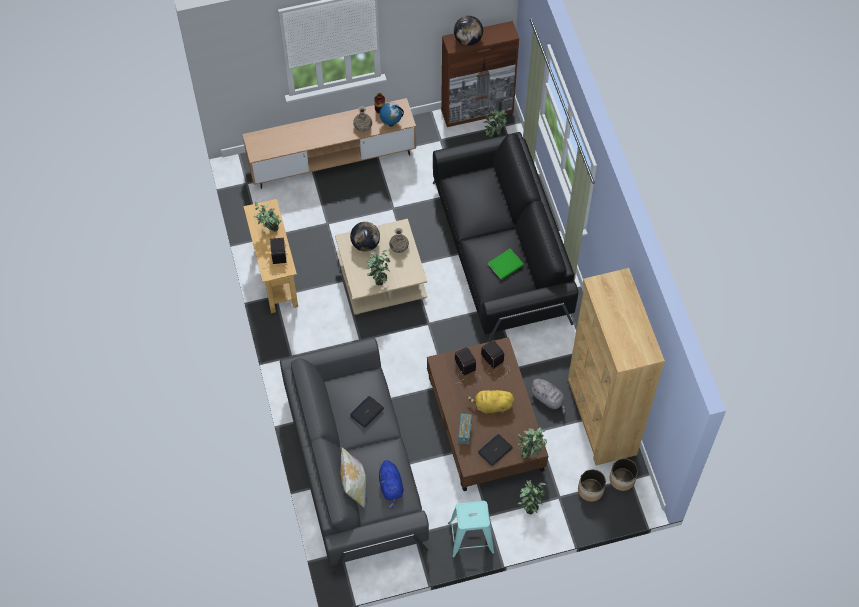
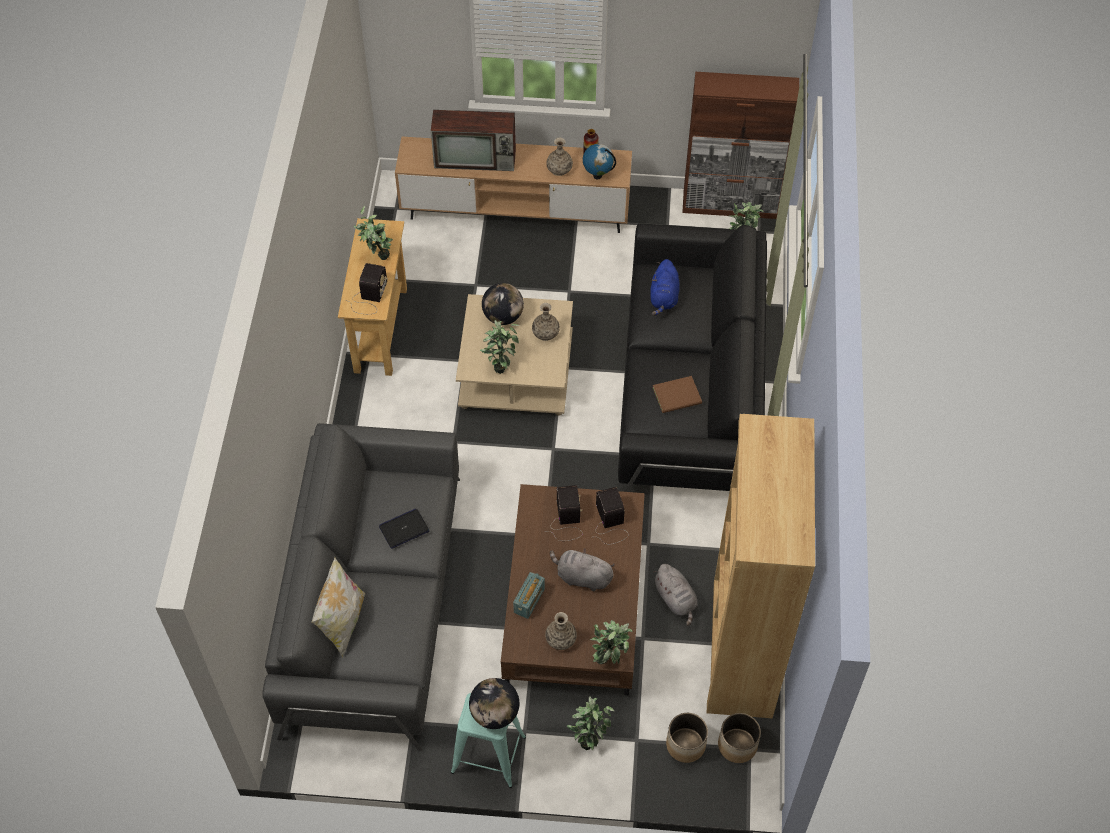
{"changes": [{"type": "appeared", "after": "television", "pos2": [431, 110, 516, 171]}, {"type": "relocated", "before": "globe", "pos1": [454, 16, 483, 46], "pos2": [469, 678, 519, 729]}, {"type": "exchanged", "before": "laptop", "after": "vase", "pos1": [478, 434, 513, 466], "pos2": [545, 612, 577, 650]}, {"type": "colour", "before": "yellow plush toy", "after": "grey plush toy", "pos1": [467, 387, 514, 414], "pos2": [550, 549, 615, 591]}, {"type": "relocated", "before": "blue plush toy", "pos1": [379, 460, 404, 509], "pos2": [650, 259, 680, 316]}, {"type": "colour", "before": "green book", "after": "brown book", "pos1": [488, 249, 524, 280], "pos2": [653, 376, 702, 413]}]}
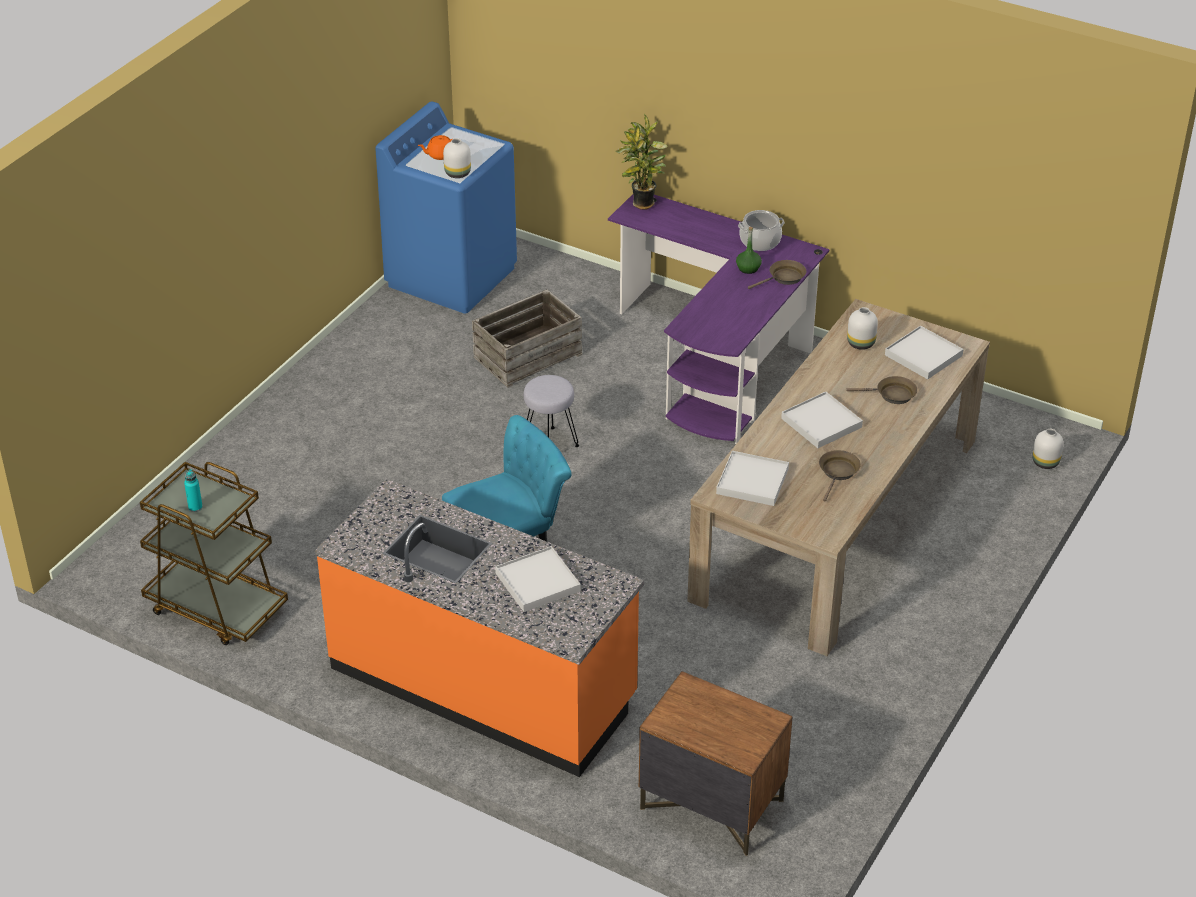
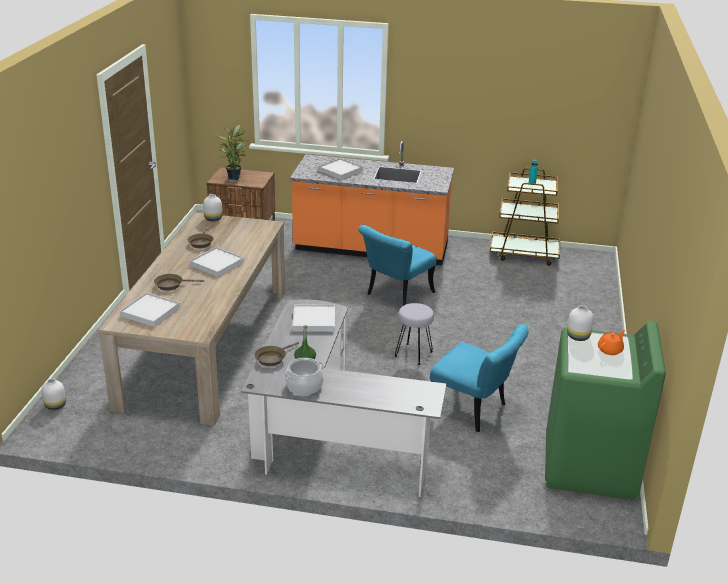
{"changes": [{"type": "relocated", "before": "white vase", "pos1": [847, 307, 878, 350], "pos2": [203, 194, 222, 221]}, {"type": "relocated", "before": "potted plant", "pos1": [616, 114, 667, 209], "pos2": [217, 125, 248, 182]}, {"type": "colour", "before": "purple desk", "after": "grey desk", "pos1": [608, 194, 830, 444], "pos2": [241, 300, 447, 497]}, {"type": "relocated", "before": "white tray", "pos1": [716, 451, 789, 506], "pos2": [293, 304, 335, 332]}, {"type": "exchanged", "before": "crate", "after": "turquoise chair", "pos1": [472, 289, 583, 388], "pos2": [430, 324, 529, 432]}, {"type": "colour", "before": "blue washing machine", "after": "green washing machine", "pos1": [375, 102, 517, 314], "pos2": [545, 321, 666, 500]}]}
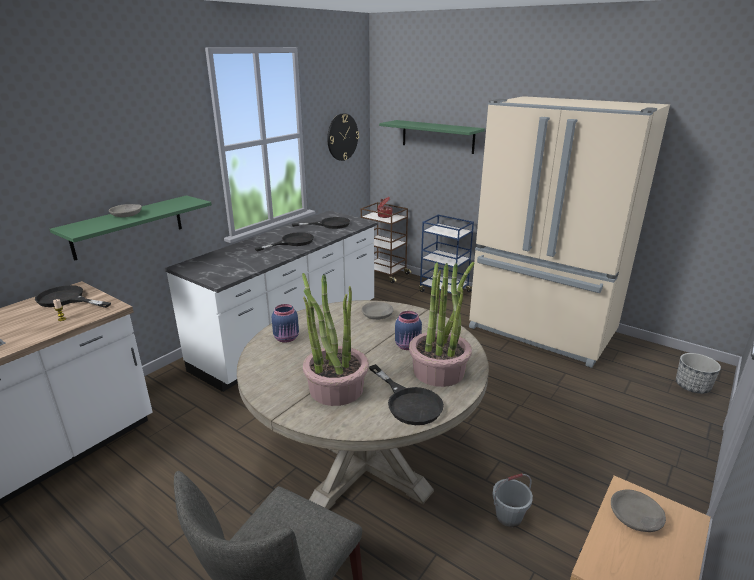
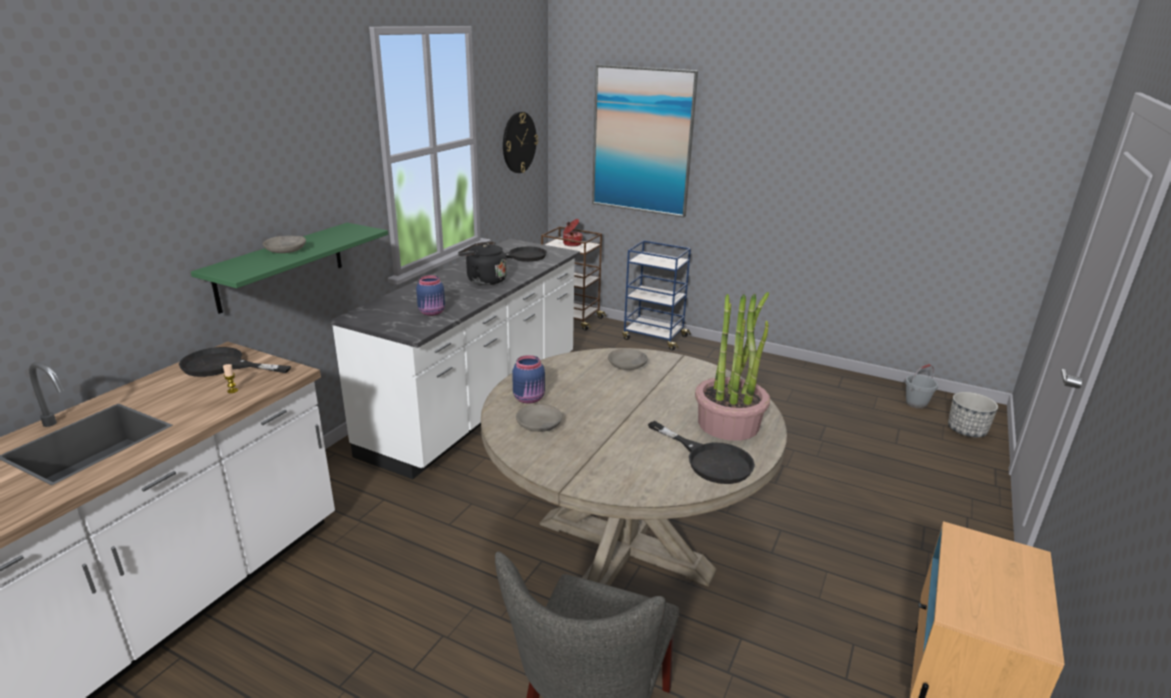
{"changes": [{"type": "relocated", "before": "blue jar", "pos1": [395, 311, 422, 350], "pos2": [416, 275, 445, 316]}, {"type": "exchanged", "before": "black frying pan", "after": "black kettle", "pos1": [254, 232, 314, 251], "pos2": [458, 241, 507, 285]}, {"type": "relocated", "before": "grey bowl", "pos1": [611, 489, 666, 532], "pos2": [516, 404, 562, 432]}, {"type": "exchanged", "before": "green shelf", "after": "picture", "pos1": [379, 120, 485, 154], "pos2": [592, 65, 698, 217]}, {"type": "relocated", "before": "grey bucket", "pos1": [492, 473, 533, 527], "pos2": [905, 364, 938, 409]}, {"type": "missing", "before": "potted plant", "pos1": [302, 273, 369, 406]}, {"type": "missing", "before": "beige fridge", "pos1": [469, 96, 670, 368]}]}
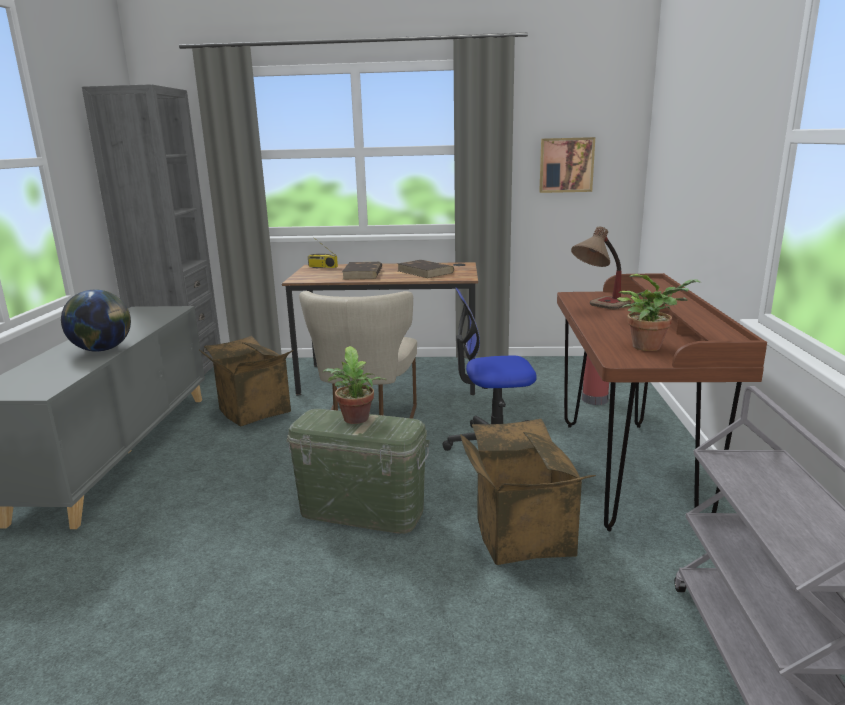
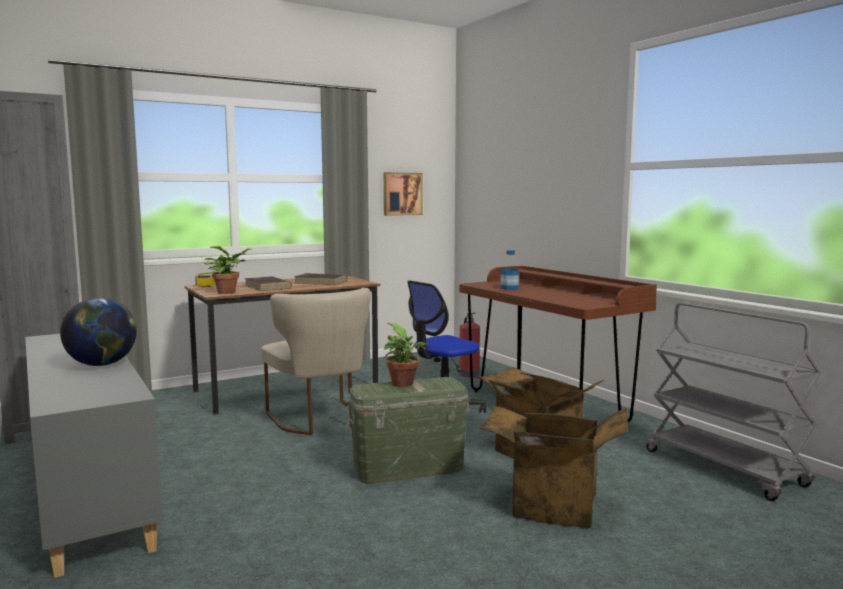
{"changes": [{"type": "relocated", "before": "potted plant", "pos1": [617, 274, 701, 351], "pos2": [204, 246, 252, 294]}, {"type": "relocated", "before": "cardboard box", "pos1": [199, 336, 294, 426], "pos2": [480, 406, 628, 528]}, {"type": "exchanged", "before": "table lamp", "after": "bottle", "pos1": [571, 227, 631, 310], "pos2": [500, 250, 519, 290]}]}
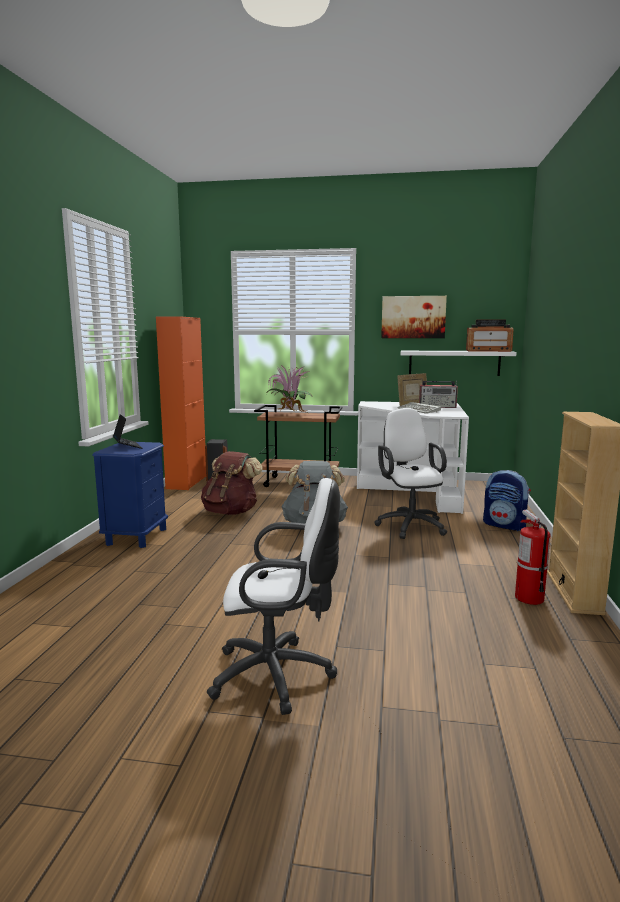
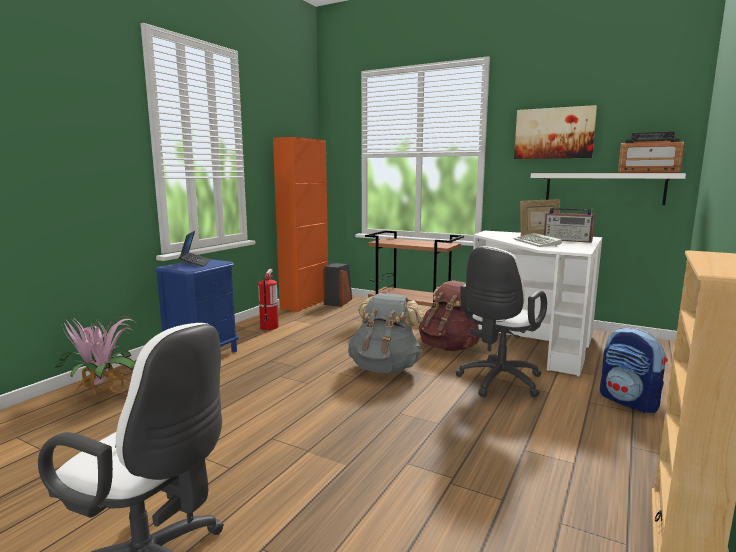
{"changes": [{"type": "relocated", "before": "potted plant", "pos1": [266, 365, 312, 413], "pos2": [55, 316, 135, 395]}, {"type": "relocated", "before": "fire extinguisher", "pos1": [515, 510, 550, 605], "pos2": [258, 269, 279, 330]}, {"type": "relocated", "before": "brown backpack", "pos1": [201, 451, 263, 515], "pos2": [419, 280, 480, 351]}, {"type": "spun", "before": "white office chair", "pos1": [375, 408, 447, 539], "pos2": [456, 246, 547, 397], "turn": -150}]}
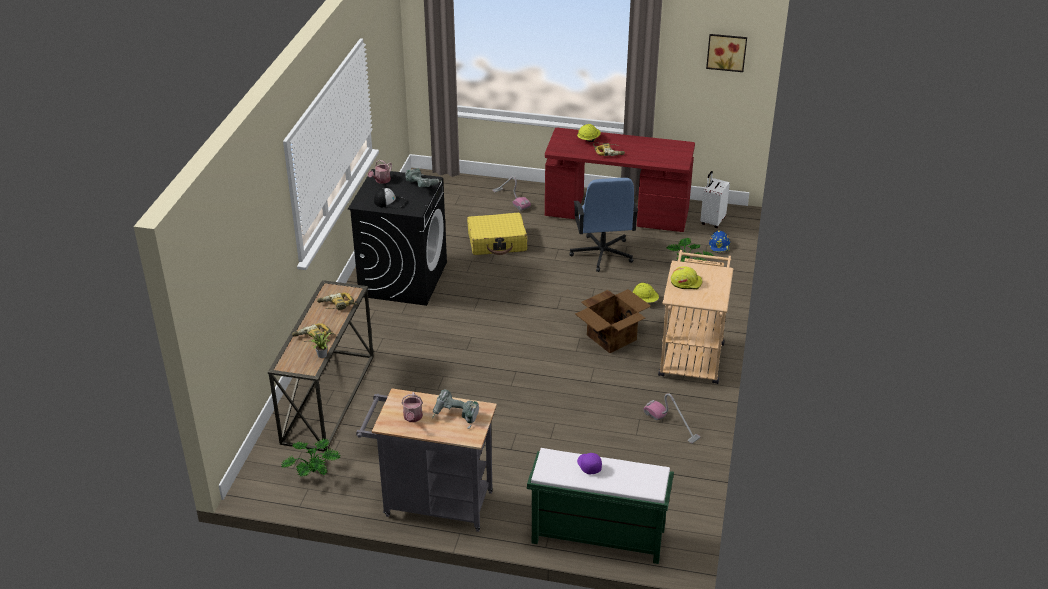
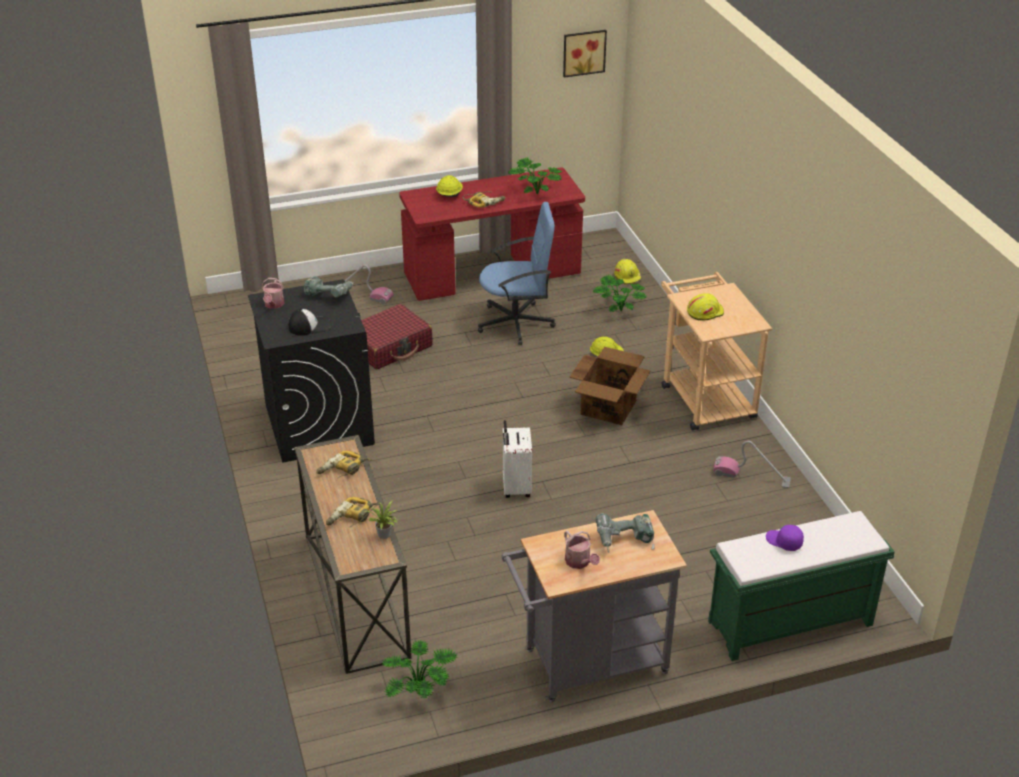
{"changes": [{"type": "colour", "before": "yellow suitcase", "after": "red suitcase", "pos1": [467, 213, 527, 255], "pos2": [361, 304, 433, 369]}, {"type": "spun", "before": "blue office chair", "pos1": [569, 178, 638, 272], "pos2": [478, 202, 556, 345], "turn": -60}, {"type": "relocated", "before": "white suitcase", "pos1": [700, 171, 730, 228], "pos2": [503, 420, 532, 498]}, {"type": "appeared", "after": "potted plant", "pos2": [508, 158, 562, 195]}, {"type": "colour", "before": "blue hard hat", "after": "yellow hard hat", "pos1": [709, 230, 730, 253], "pos2": [614, 259, 642, 285]}]}
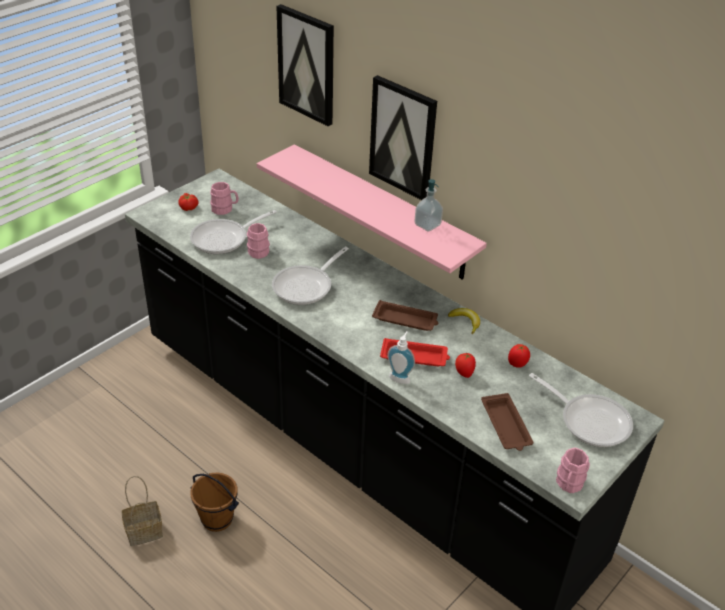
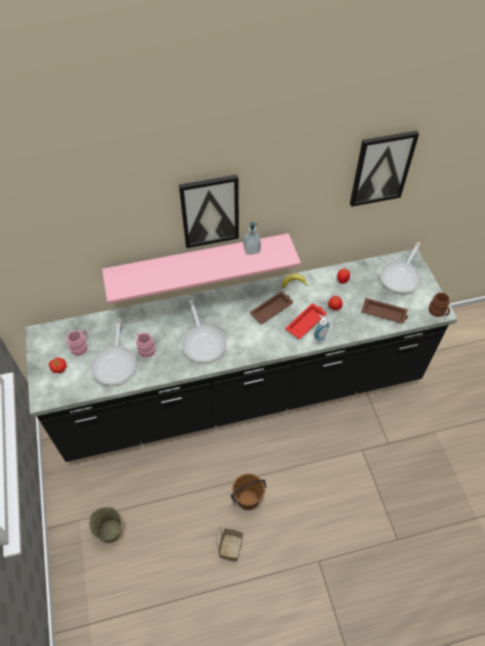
{"changes": [{"type": "appeared", "after": "beige bucket", "pos2": [89, 507, 122, 543]}, {"type": "relocated", "before": "picture", "pos1": [276, 4, 334, 126], "pos2": [350, 131, 419, 207]}, {"type": "spun", "before": "frying pan", "pos1": [529, 373, 633, 447], "pos2": [380, 242, 421, 293], "turn": 135}, {"type": "colour", "before": "pink mug", "after": "brown mug", "pos1": [556, 448, 590, 493], "pos2": [429, 293, 450, 317]}]}
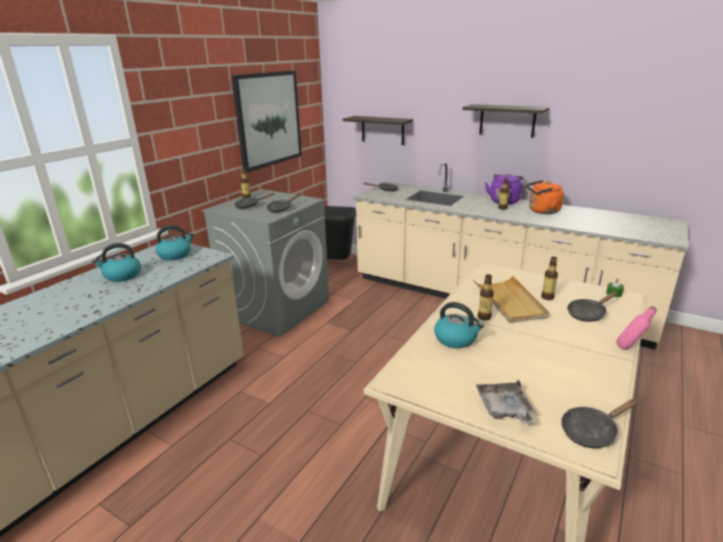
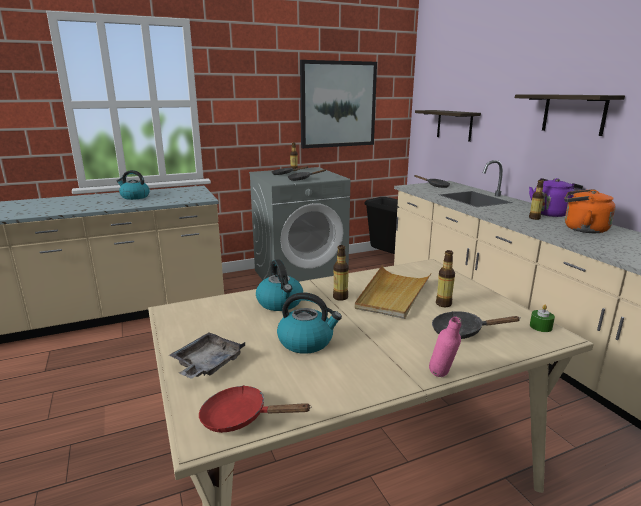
{"changes": [{"type": "colour", "before": "black frying pan", "after": "red frying pan", "pos1": [561, 399, 637, 448], "pos2": [199, 385, 312, 433]}, {"type": "relocated", "before": "kettle", "pos1": [156, 225, 194, 260], "pos2": [277, 292, 342, 354]}]}
